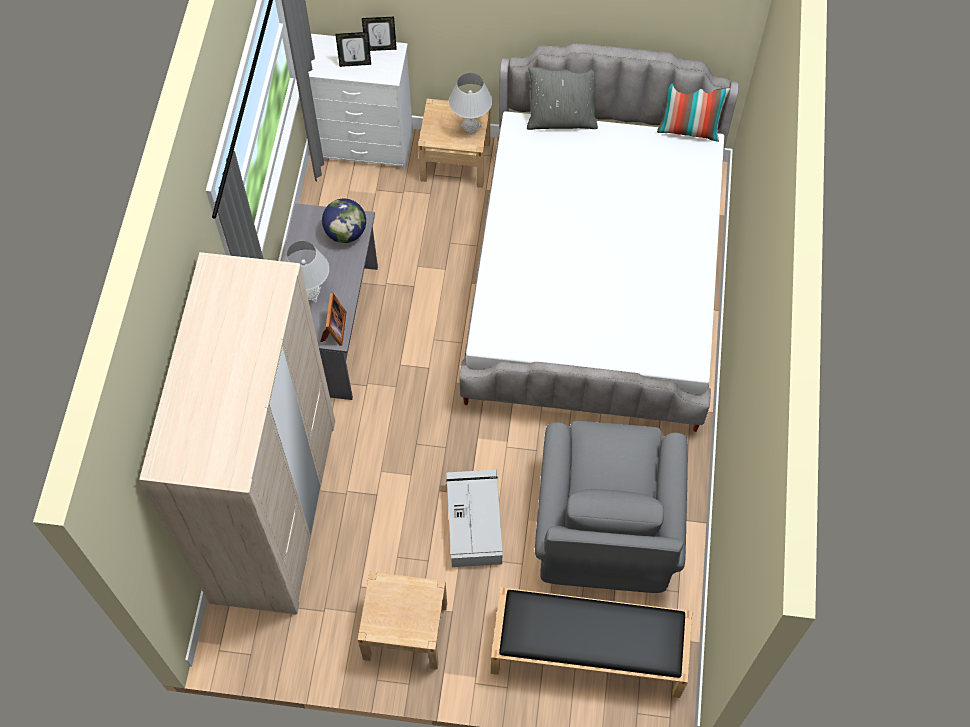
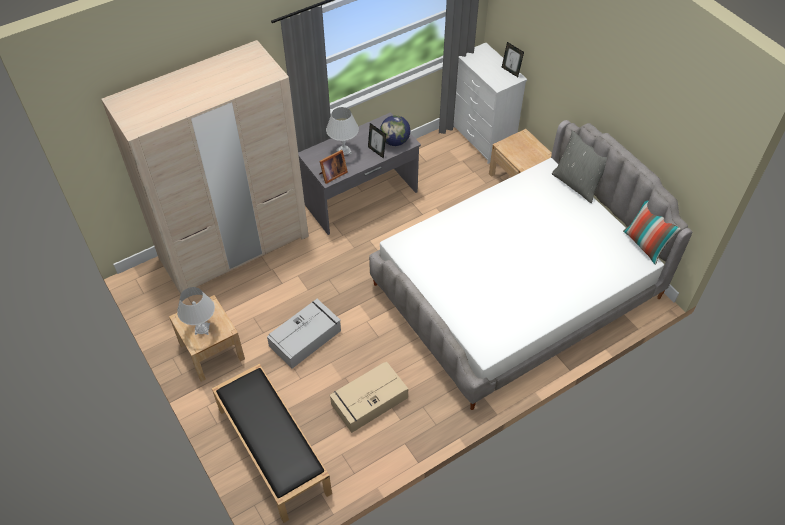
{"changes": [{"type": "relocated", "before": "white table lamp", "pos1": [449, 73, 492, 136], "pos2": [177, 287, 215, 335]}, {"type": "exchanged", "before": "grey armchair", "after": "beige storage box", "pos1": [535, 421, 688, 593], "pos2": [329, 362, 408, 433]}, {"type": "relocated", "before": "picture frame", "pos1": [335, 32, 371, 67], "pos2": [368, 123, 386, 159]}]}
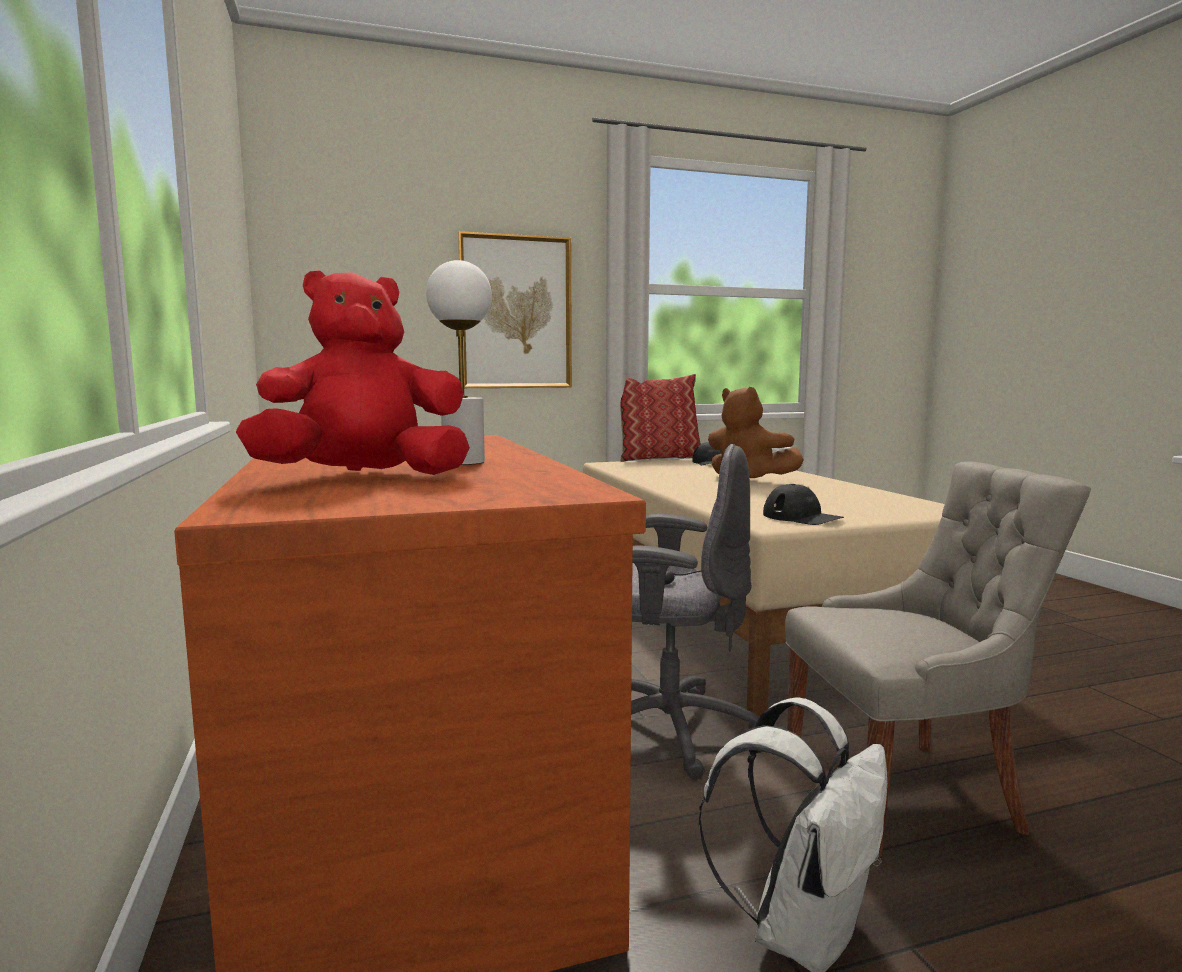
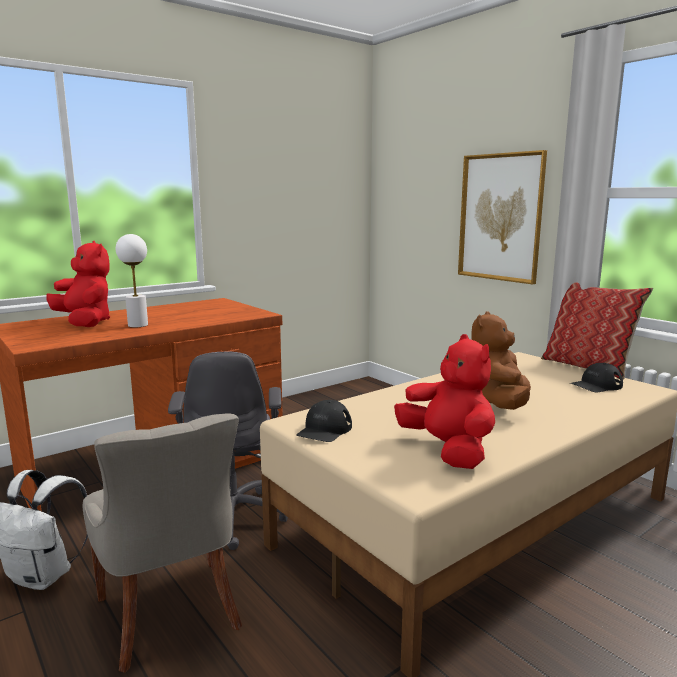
{"changes": [{"type": "appeared", "after": "red plush toy", "pos2": [394, 334, 495, 469]}]}
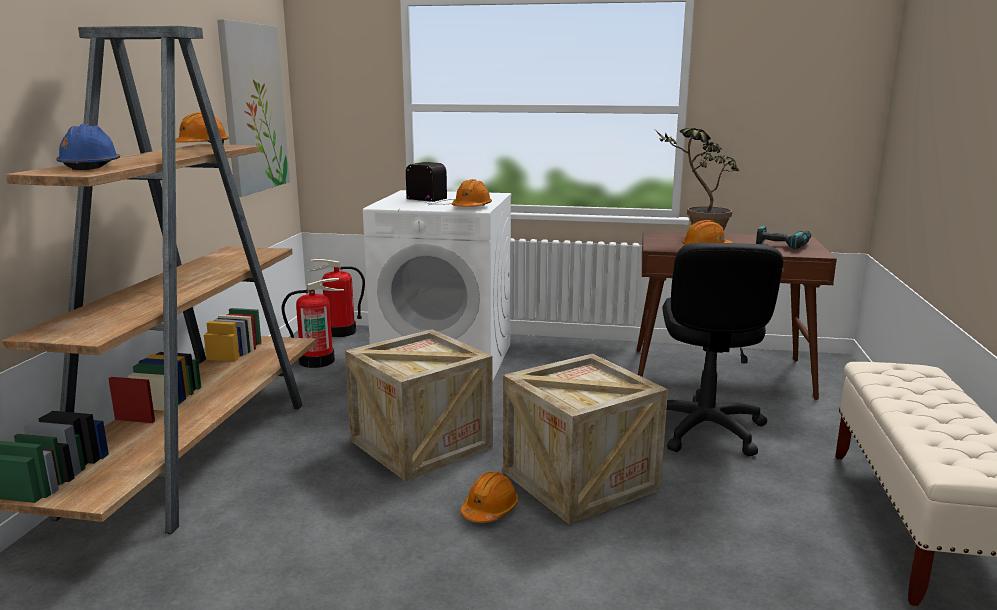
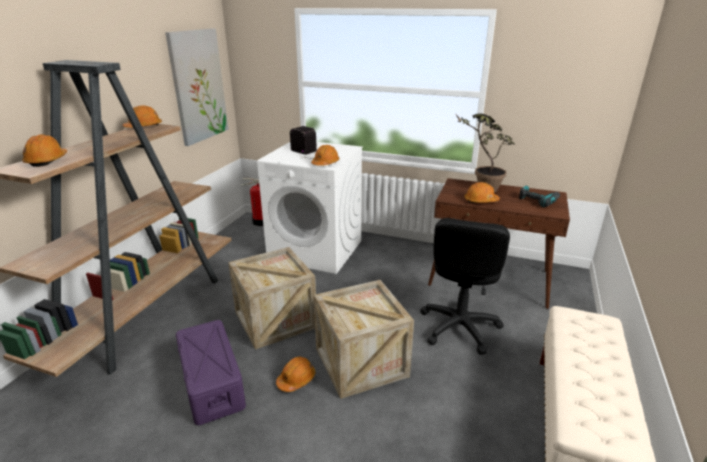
{"changes": [{"type": "colour", "before": "blue hard hat", "after": "orange hard hat", "pos1": [56, 123, 120, 170], "pos2": [22, 134, 67, 167]}, {"type": "appeared", "after": "purple storage box", "pos2": [176, 320, 246, 425]}, {"type": "missing", "before": "fire extinguisher", "pos1": [282, 278, 344, 368]}]}
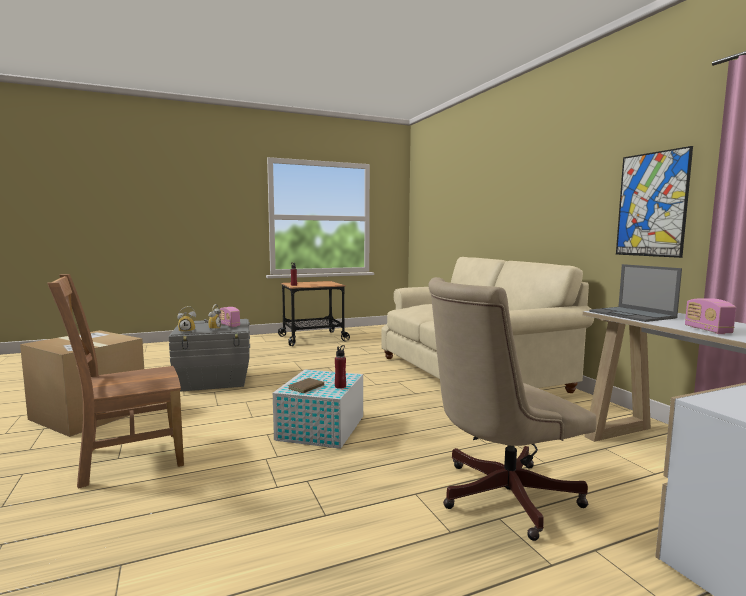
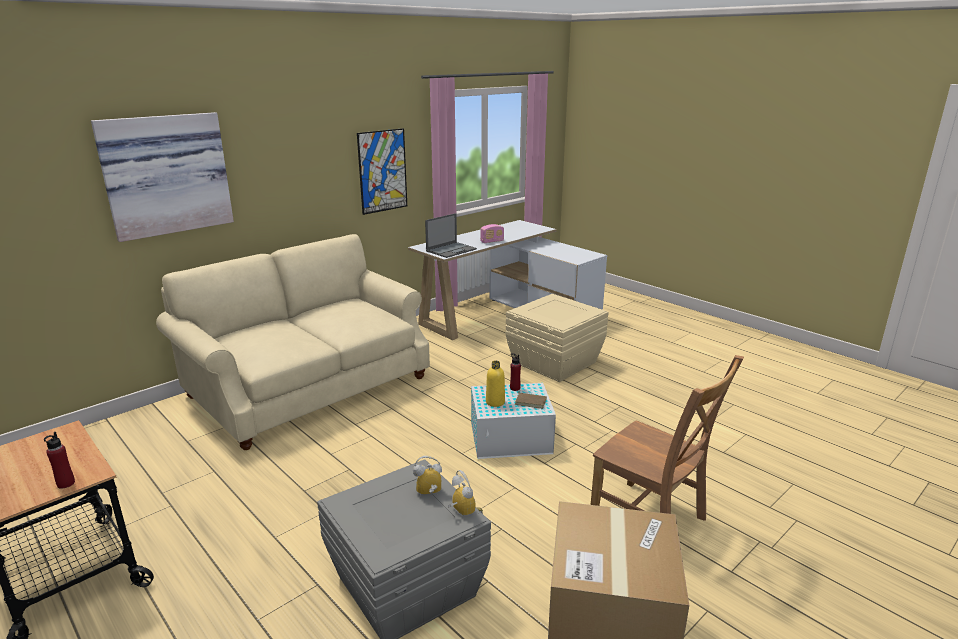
{"changes": [{"type": "appeared", "after": "picture", "pos2": [91, 112, 234, 242]}, {"type": "appeared", "after": "yellow bottle", "pos2": [486, 361, 505, 407]}, {"type": "exchanged", "before": "beige office chair", "after": "beige storage box", "pos1": [429, 277, 596, 541], "pos2": [506, 294, 609, 382]}, {"type": "missing", "before": "radio", "pos1": [219, 307, 240, 327]}]}
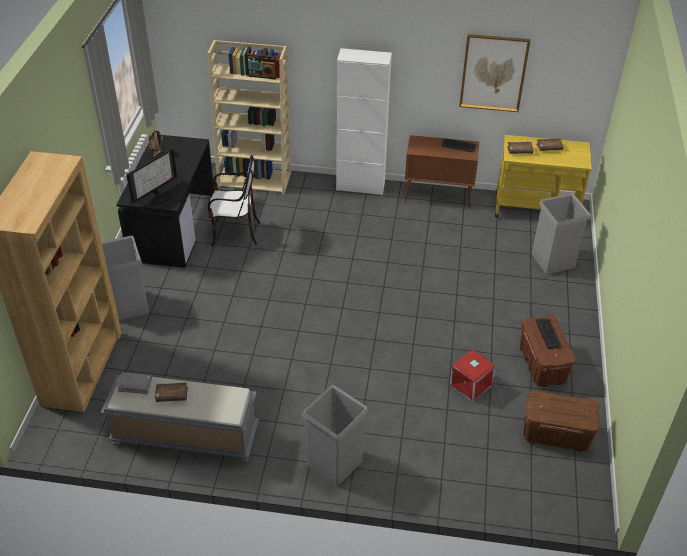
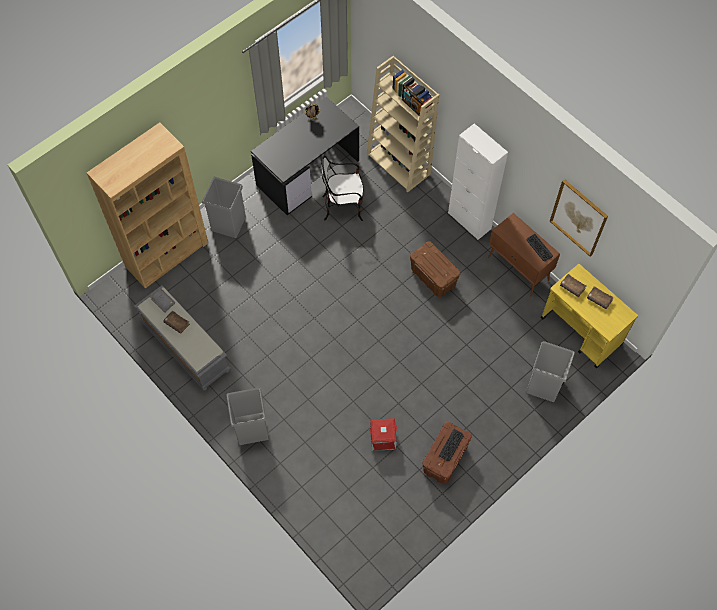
{"changes": [{"type": "spun", "before": "chair", "pos1": [208, 155, 260, 247], "pos2": [321, 155, 364, 221], "turn": 135}, {"type": "relocated", "before": "brown storage box", "pos1": [524, 391, 599, 452], "pos2": [410, 241, 460, 297]}, {"type": "missing", "before": "monitor", "pos1": [126, 148, 177, 204]}]}
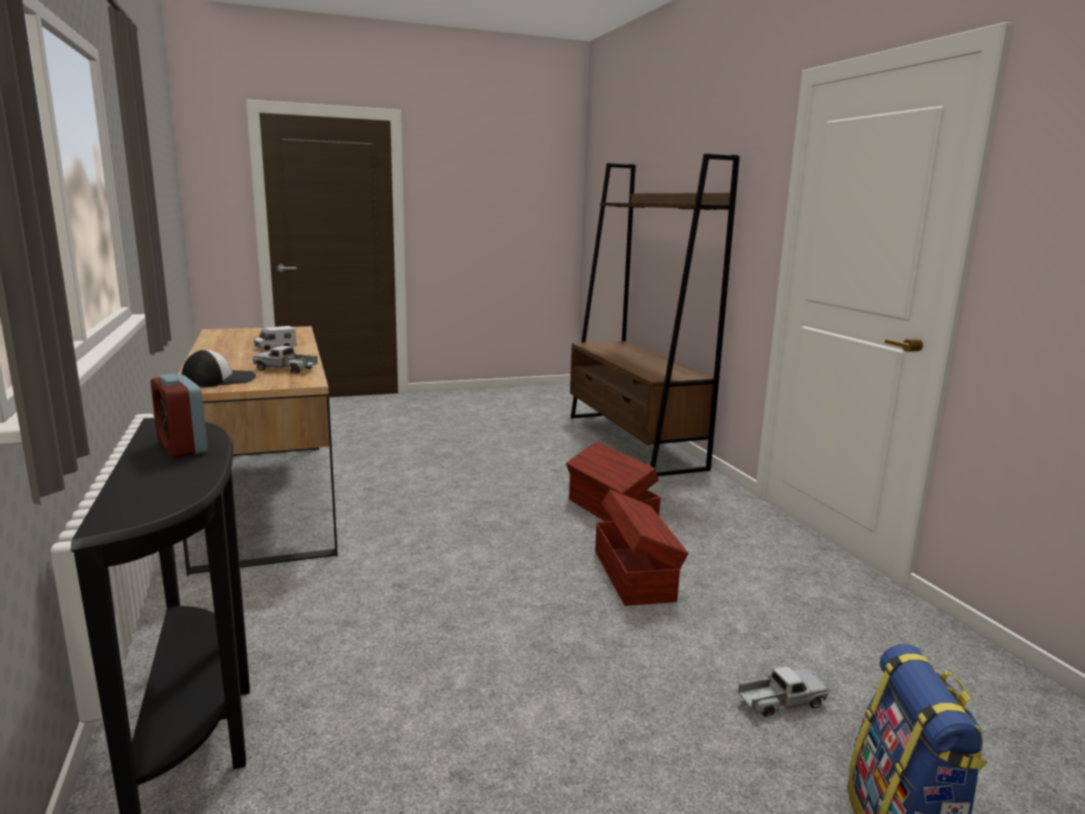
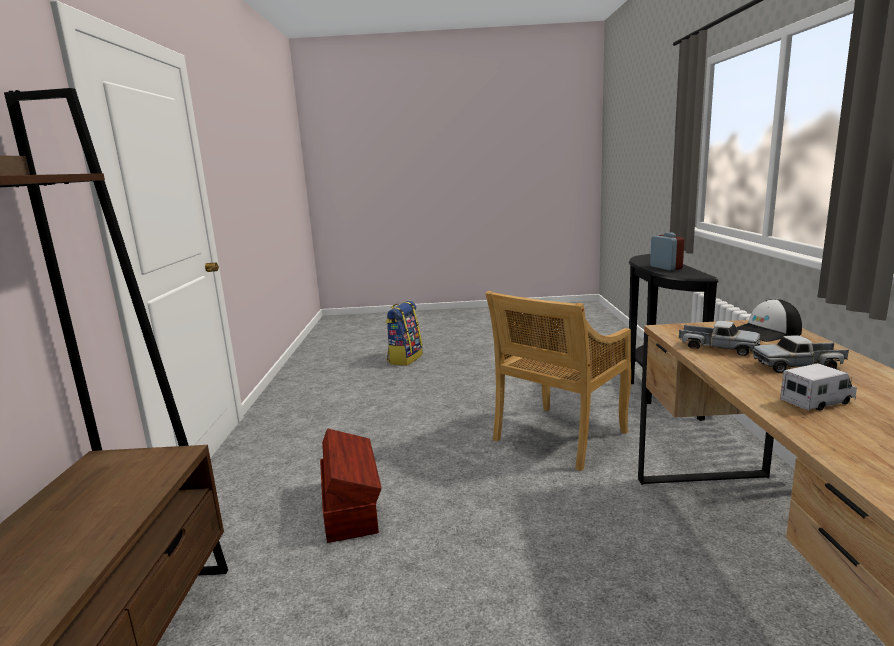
{"changes": [{"type": "appeared", "after": "beige chair", "pos2": [485, 291, 631, 471]}, {"type": "relocated", "before": "toy truck", "pos1": [738, 666, 828, 717], "pos2": [753, 335, 849, 373]}, {"type": "missing", "before": "brown storage box", "pos1": [595, 489, 688, 606]}]}
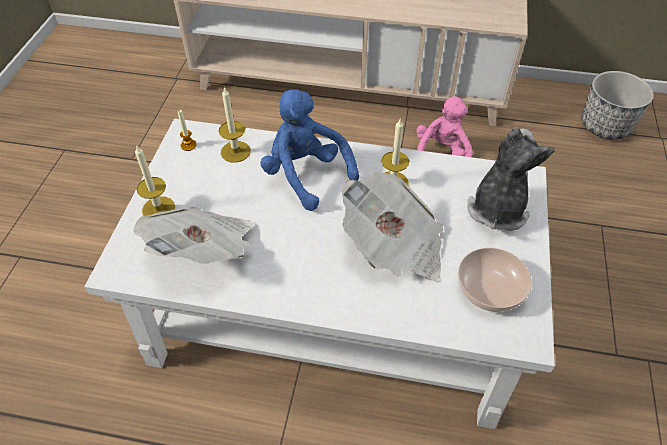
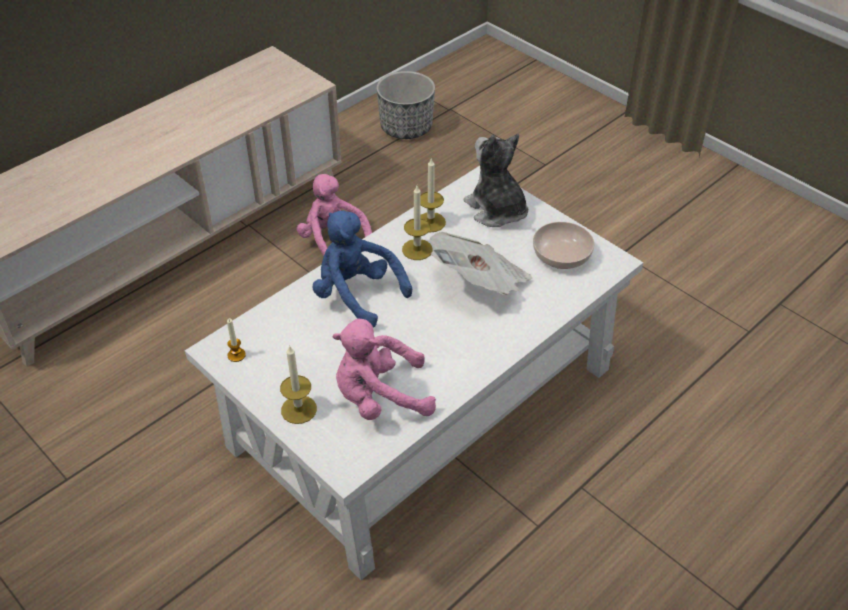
{"changes": [{"type": "spun", "before": "blue plush toy", "pos1": [260, 89, 359, 211], "pos2": [312, 210, 412, 328], "turn": 45}, {"type": "exchanged", "before": "newspaper", "after": "pink plush toy", "pos1": [133, 207, 253, 264], "pos2": [333, 318, 436, 420]}, {"type": "relocated", "before": "candle", "pos1": [219, 86, 251, 162], "pos2": [420, 157, 446, 232]}]}
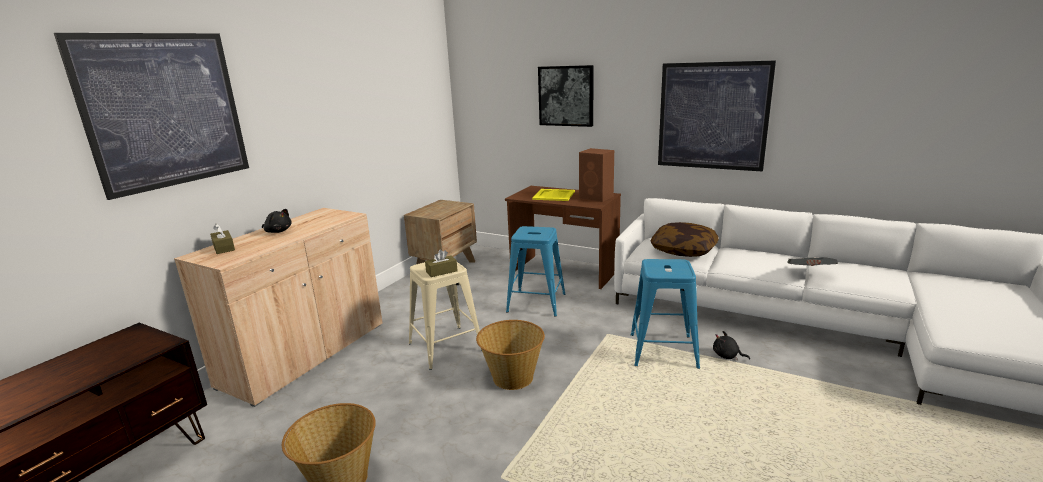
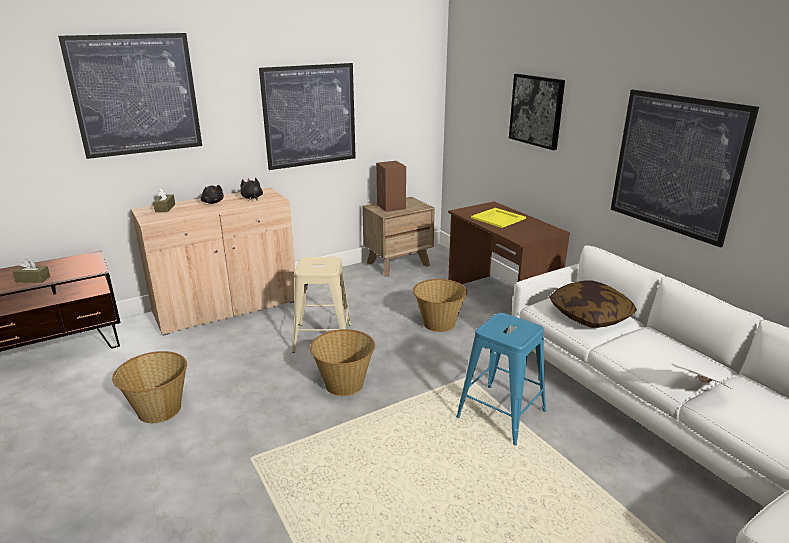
{"changes": [{"type": "relocated", "before": "brown tissue box", "pos1": [425, 250, 458, 277], "pos2": [13, 259, 50, 283]}, {"type": "relocated", "before": "black plush toy", "pos1": [713, 331, 750, 360], "pos2": [241, 177, 263, 200]}, {"type": "appeared", "after": "picture", "pos2": [259, 63, 356, 170]}, {"type": "relocated", "before": "brown speaker", "pos1": [579, 148, 614, 202], "pos2": [376, 161, 406, 212]}, {"type": "exchanged", "before": "blue stool", "after": "basket", "pos1": [506, 226, 565, 317], "pos2": [413, 279, 467, 332]}]}
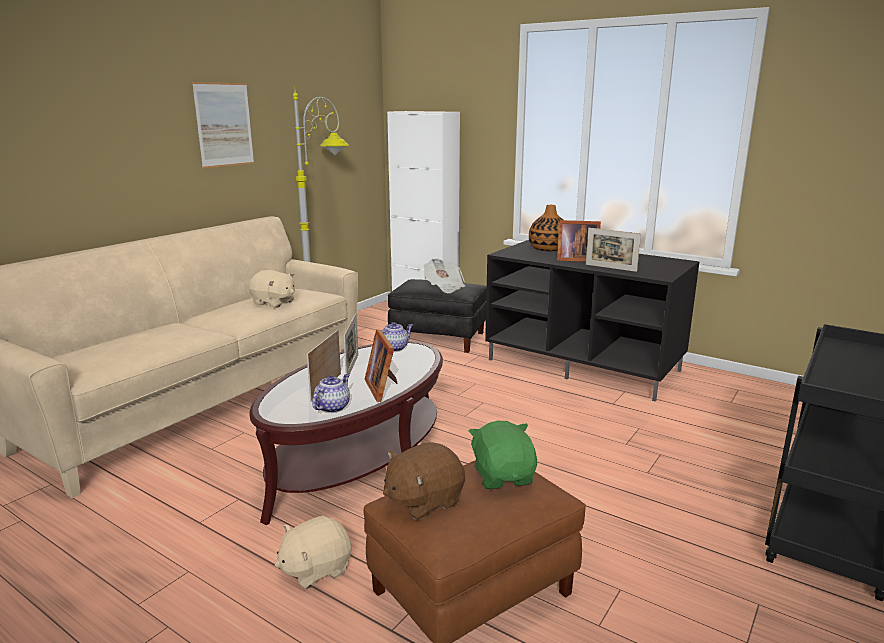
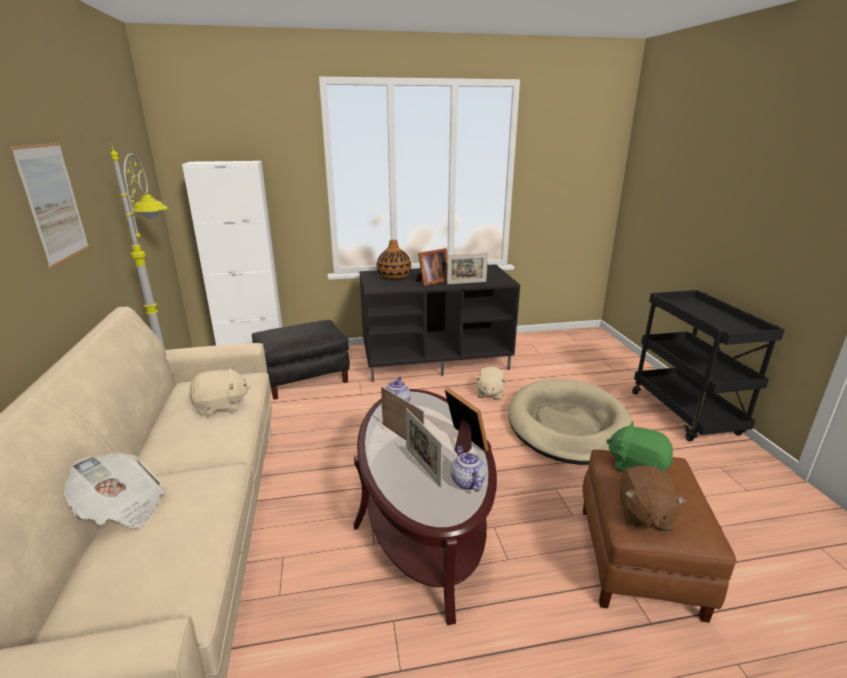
{"changes": [{"type": "relocated", "before": "newspaper", "pos1": [423, 258, 465, 293], "pos2": [64, 453, 166, 528]}, {"type": "spun", "before": "picture frame", "pos1": [365, 329, 398, 402], "pos2": [445, 388, 489, 454], "turn": -150}, {"type": "relocated", "before": "beige plush toy", "pos1": [275, 516, 352, 589], "pos2": [475, 367, 506, 400]}, {"type": "appeared", "after": "beige dog bed", "pos2": [508, 379, 634, 465]}]}
